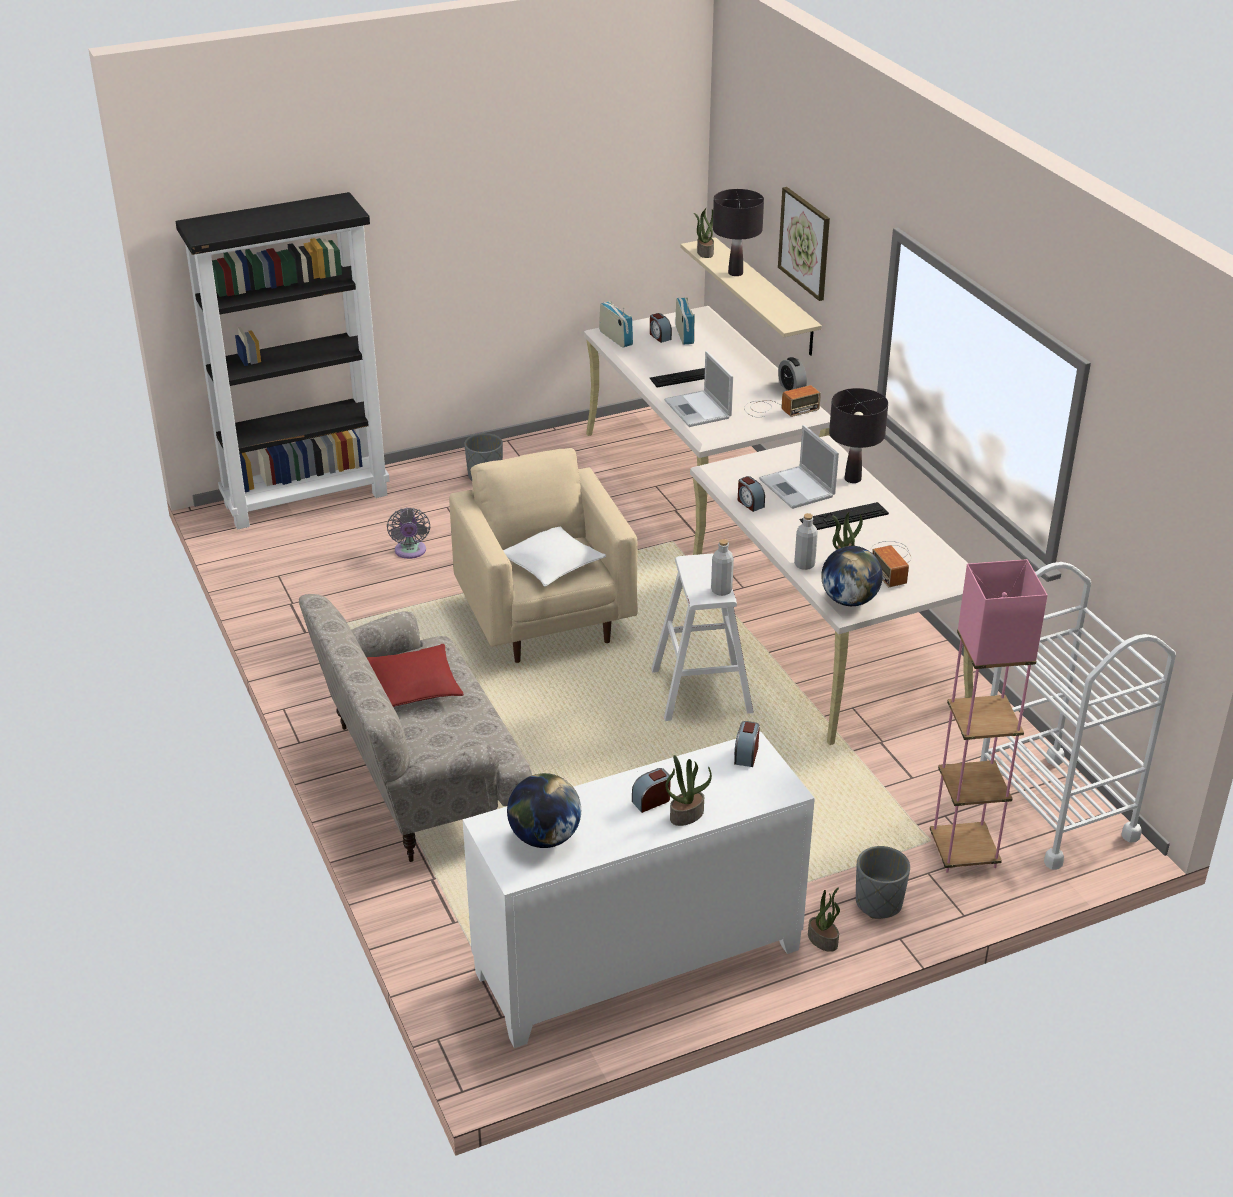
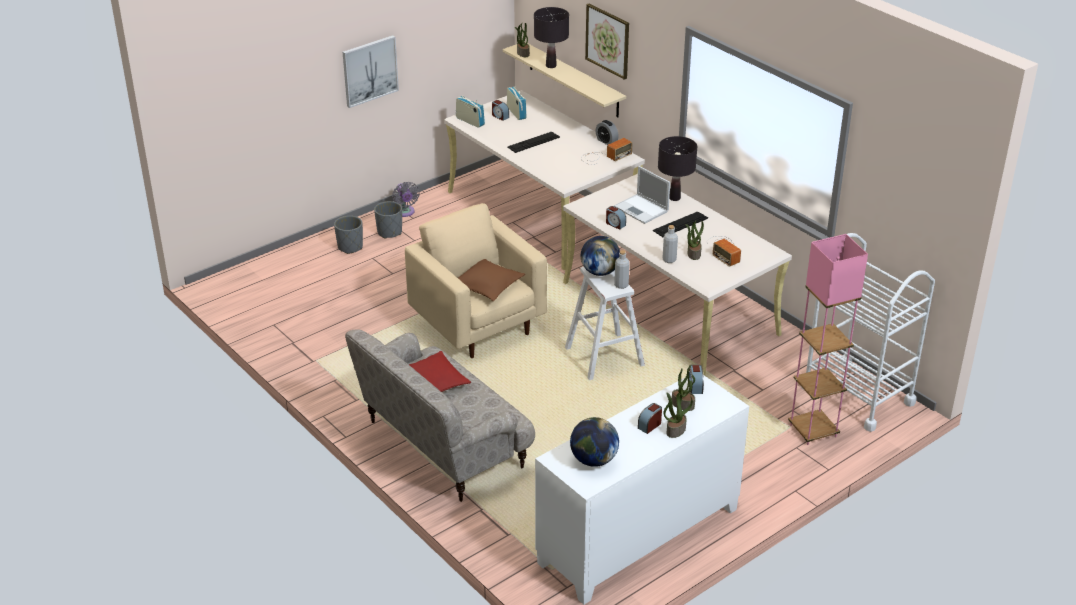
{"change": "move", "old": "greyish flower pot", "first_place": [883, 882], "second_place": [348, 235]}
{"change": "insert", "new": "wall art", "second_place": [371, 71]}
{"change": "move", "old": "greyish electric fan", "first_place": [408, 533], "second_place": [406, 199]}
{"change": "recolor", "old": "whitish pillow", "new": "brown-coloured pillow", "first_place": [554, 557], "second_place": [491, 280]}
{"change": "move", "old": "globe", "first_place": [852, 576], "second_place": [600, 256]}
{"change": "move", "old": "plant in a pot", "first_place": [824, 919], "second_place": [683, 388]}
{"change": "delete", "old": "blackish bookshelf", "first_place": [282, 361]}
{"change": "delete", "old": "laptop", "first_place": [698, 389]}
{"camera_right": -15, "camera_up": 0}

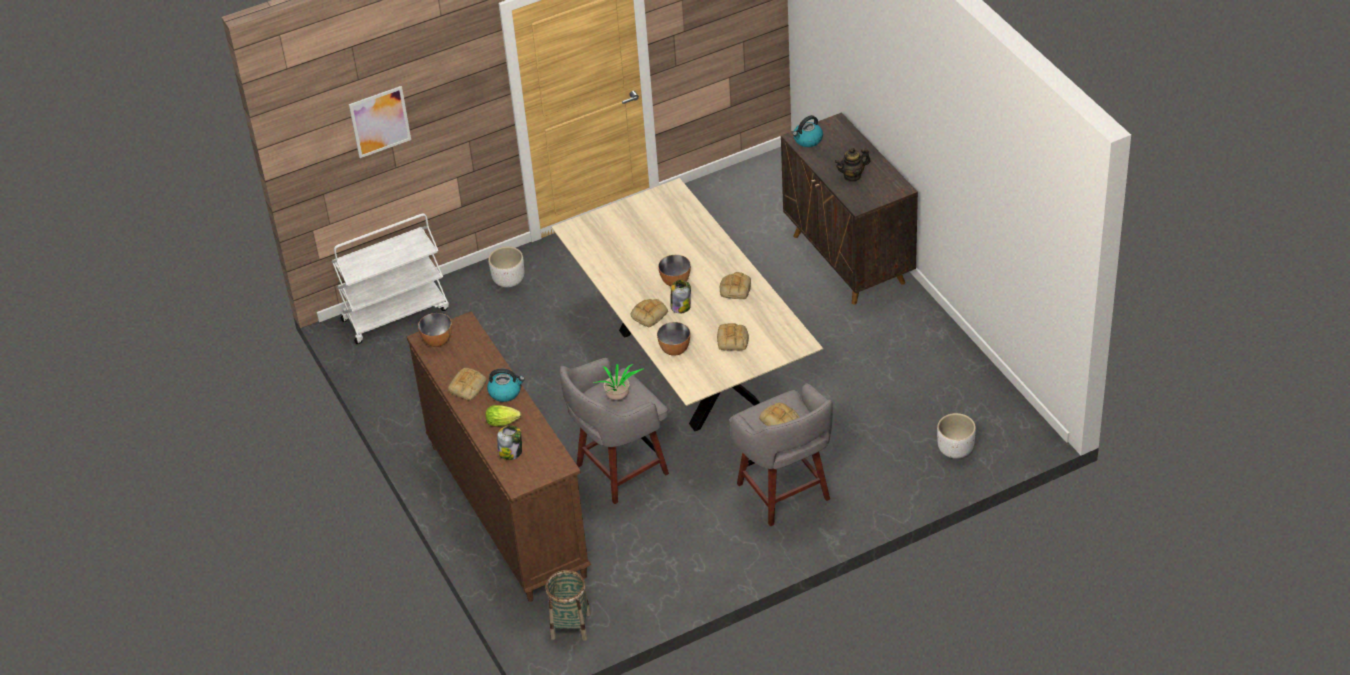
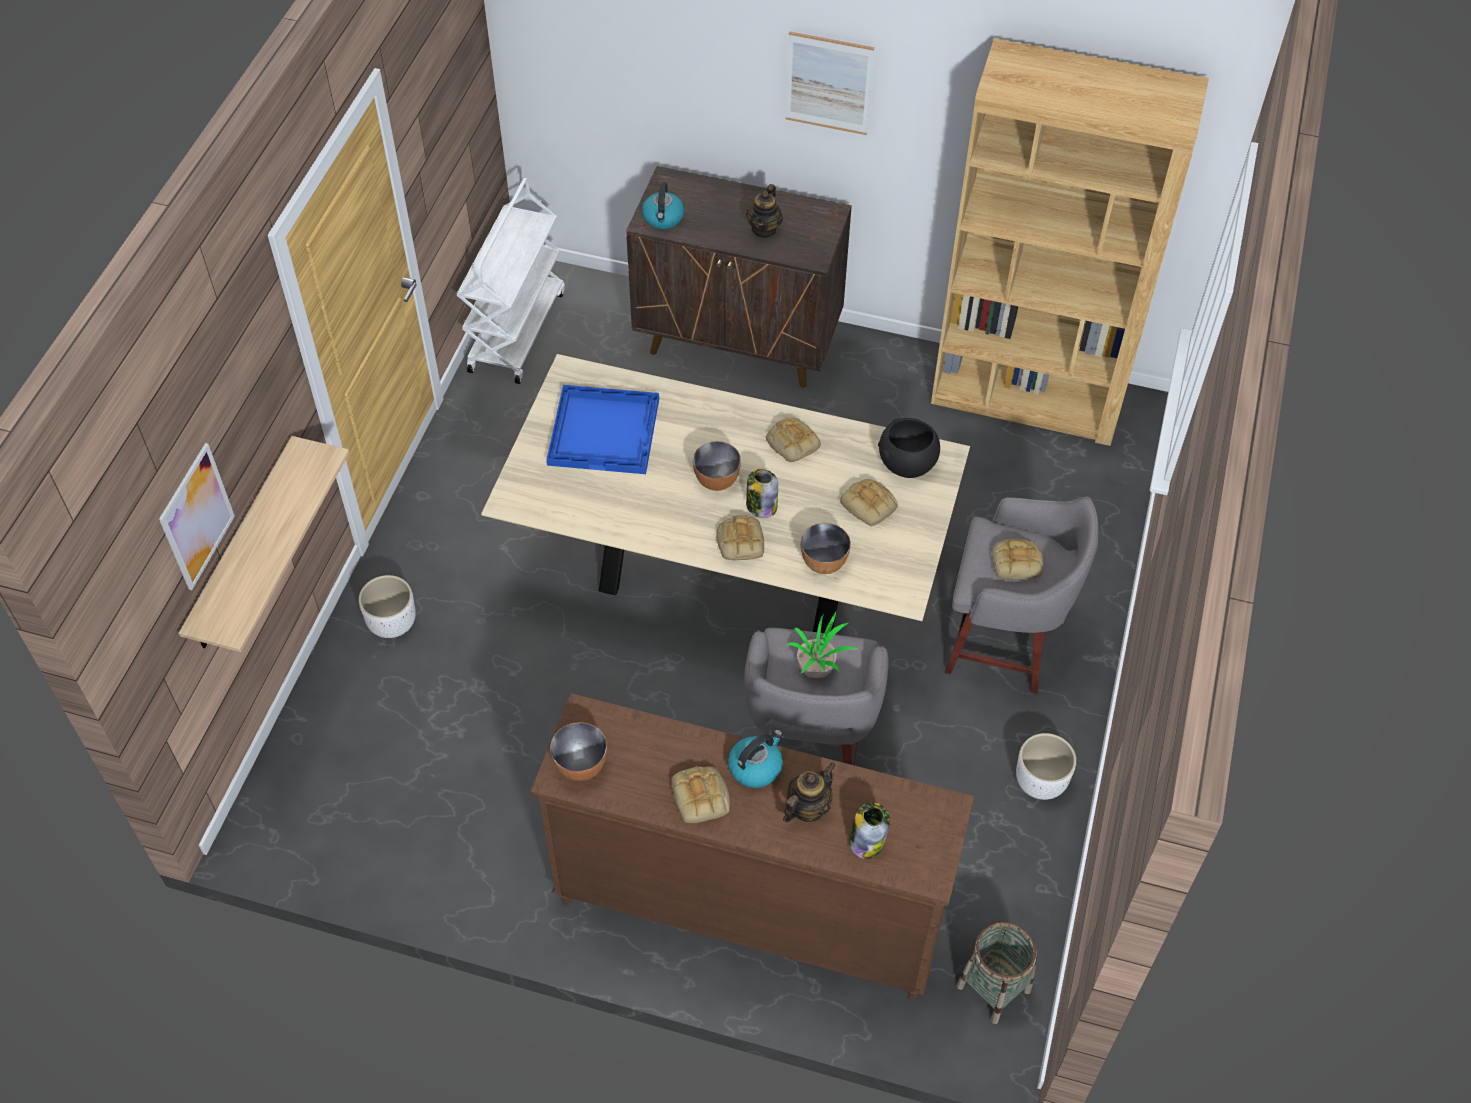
{"change": "insert", "new": "wall shelf", "second_place": [264, 544]}
{"change": "move", "old": "whitish cart", "first_place": [390, 278], "second_place": [511, 281]}
{"change": "insert", "new": "blue-coloured tray", "second_place": [602, 429]}
{"change": "replace", "old": "lettuce", "new": "tea pot", "first_place": [503, 415], "second_place": [809, 792]}
{"change": "insert", "new": "wall art", "second_place": [829, 83]}
{"change": "insert", "new": "blackish serving bowl", "second_place": [909, 448]}
{"change": "insert", "new": "brown-coloured bookshelf", "second_place": [1070, 242]}
{"change": "move", "old": "whitish flower pot", "first_place": [956, 436], "second_place": [1046, 766]}
{"camera_right": -50, "camera_up": 10}

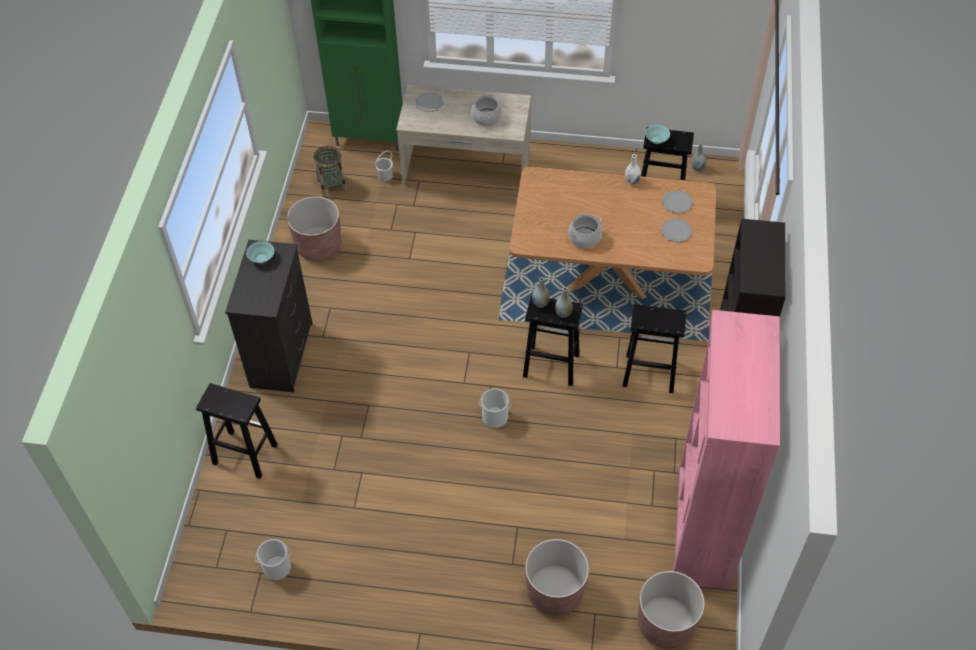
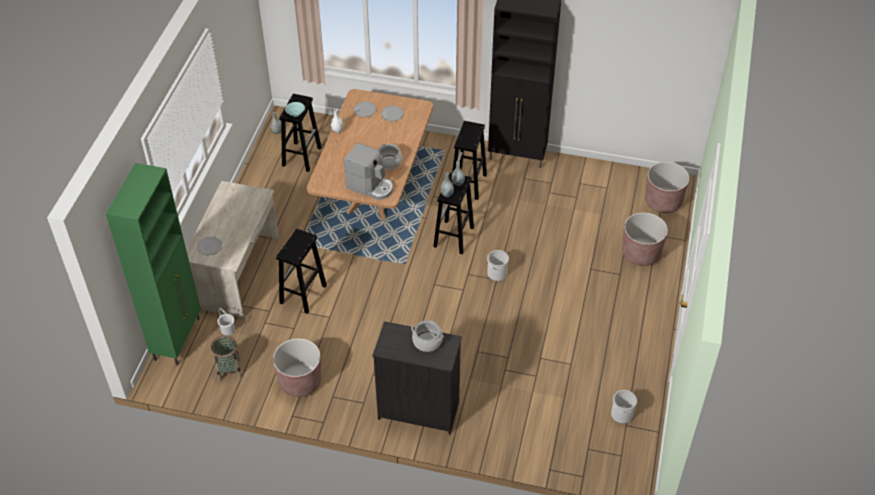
{"change": "move", "old": "blackish sitting stool", "first_place": [237, 431], "second_place": [301, 271]}
{"change": "insert", "new": "coffee machine", "second_place": [368, 171]}
{"change": "move", "old": "stockpot", "first_place": [486, 110], "second_place": [427, 336]}
{"change": "delete", "old": "turquoise-coloured serving bowl", "first_place": [260, 252]}
{"change": "delete", "old": "pink-coloured bookshelf", "first_place": [726, 450]}
{"camera_right": -85, "camera_up": -5}

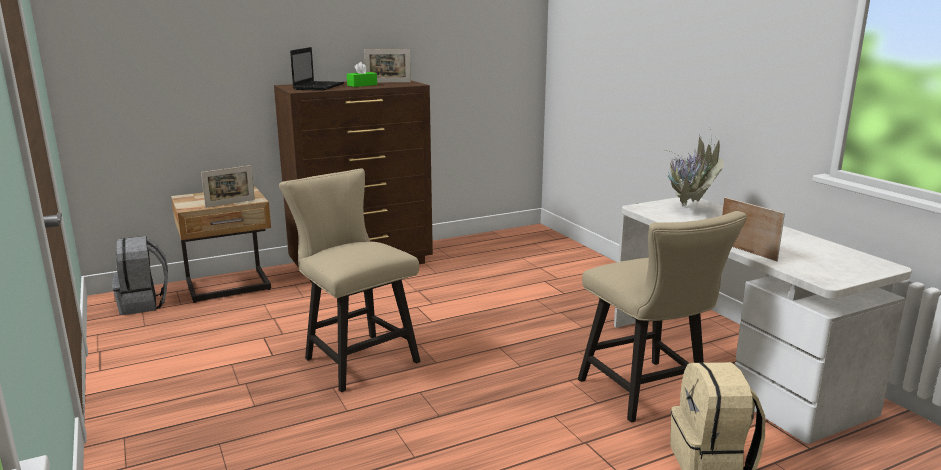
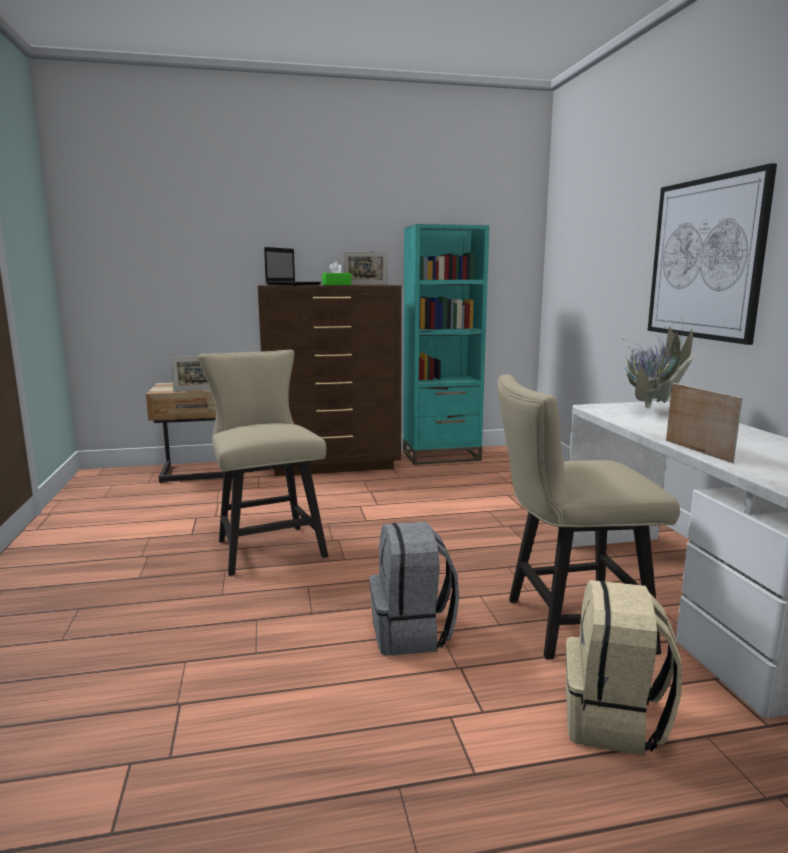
{"change": "move", "old": "greyish rucksack", "first_place": [140, 275], "second_place": [414, 589]}
{"change": "insert", "new": "turquoise-coloured bookshelf", "second_place": [446, 344]}
{"change": "rotate", "old": "sand-coloured upright chair", "first_place": [662, 317], "second_place": [588, 516], "degrees": 90}
{"change": "insert", "new": "wall art", "second_place": [712, 254]}
{"camera_right": 15, "camera_up": -5}

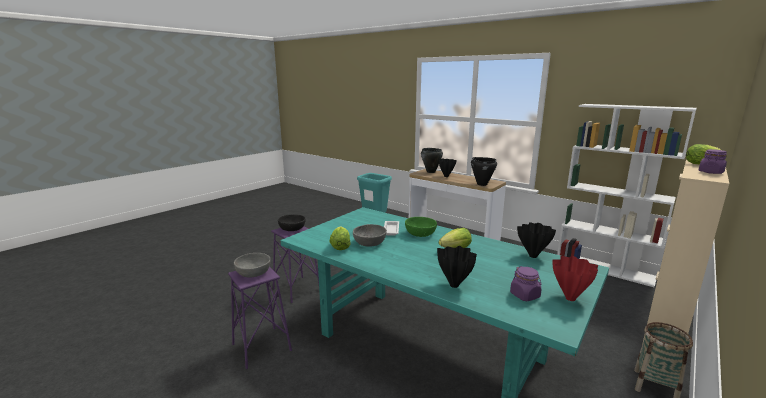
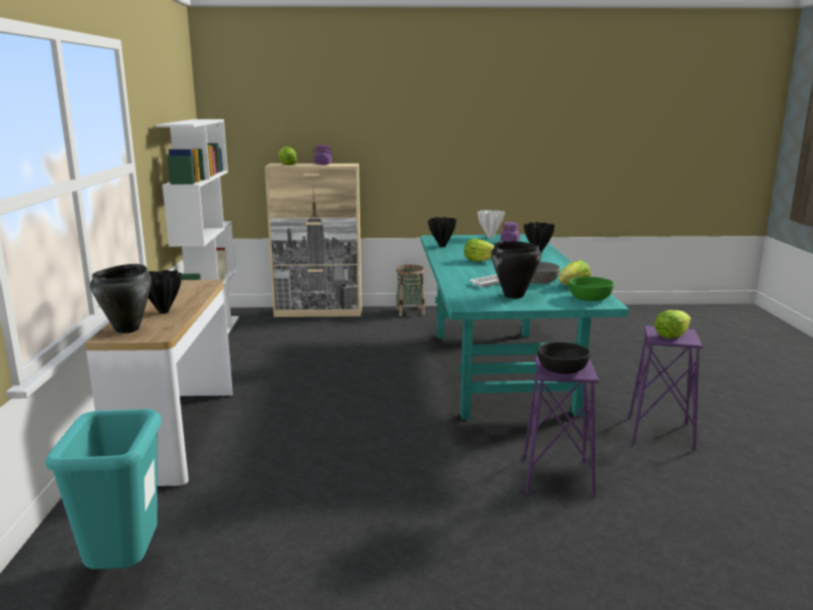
{"change": "recolor", "old": "red vase", "new": "whitish vase", "first_place": [575, 278], "second_place": [491, 224]}
{"change": "move", "old": "blackish stockpot", "first_place": [484, 171], "second_place": [516, 270]}
{"change": "move", "old": "greenish serving bowl", "first_place": [421, 227], "second_place": [591, 289]}
{"change": "replace", "old": "greyish serving bowl", "new": "lettuce", "first_place": [252, 265], "second_place": [672, 324]}
{"camera_right": -130, "camera_up": 0}

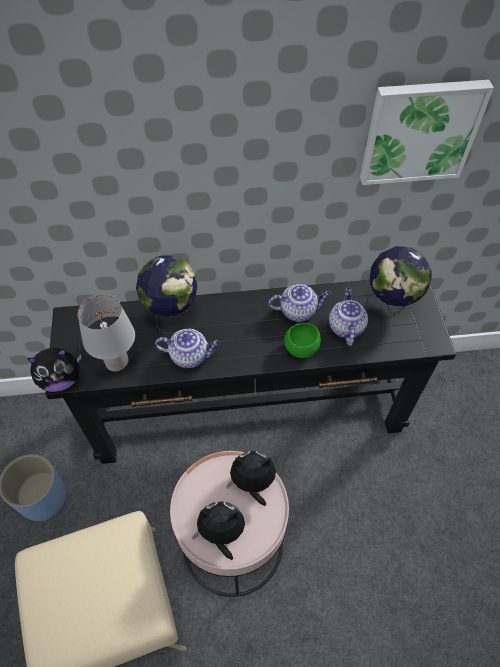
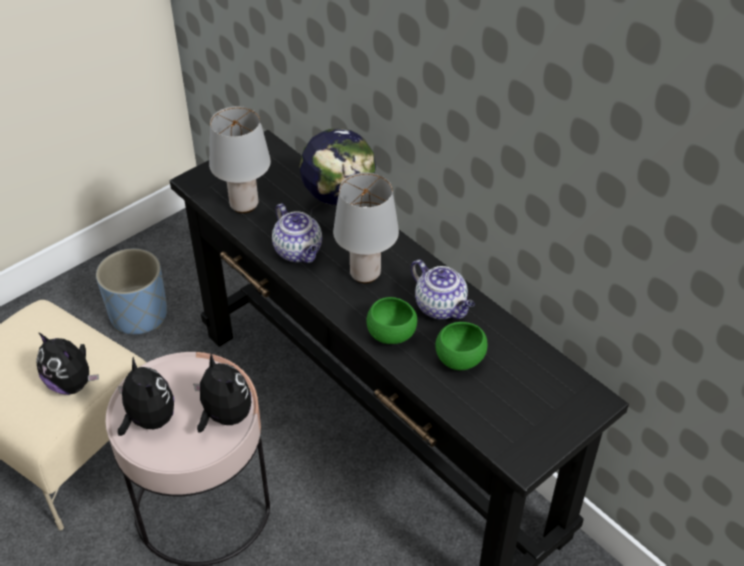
{"change": "move", "old": "cuddly toy", "first_place": [54, 370], "second_place": [67, 363]}
{"change": "insert", "new": "greyish tabletop lamp", "second_place": [366, 227]}
{"change": "replace", "old": "tea pot", "new": "greenish serving bowl", "first_place": [348, 316], "second_place": [461, 346]}
{"change": "delete", "old": "wall art", "first_place": [427, 132]}
{"change": "delete", "old": "globe", "first_place": [399, 280]}
{"camera_right": 55, "camera_up": -10}

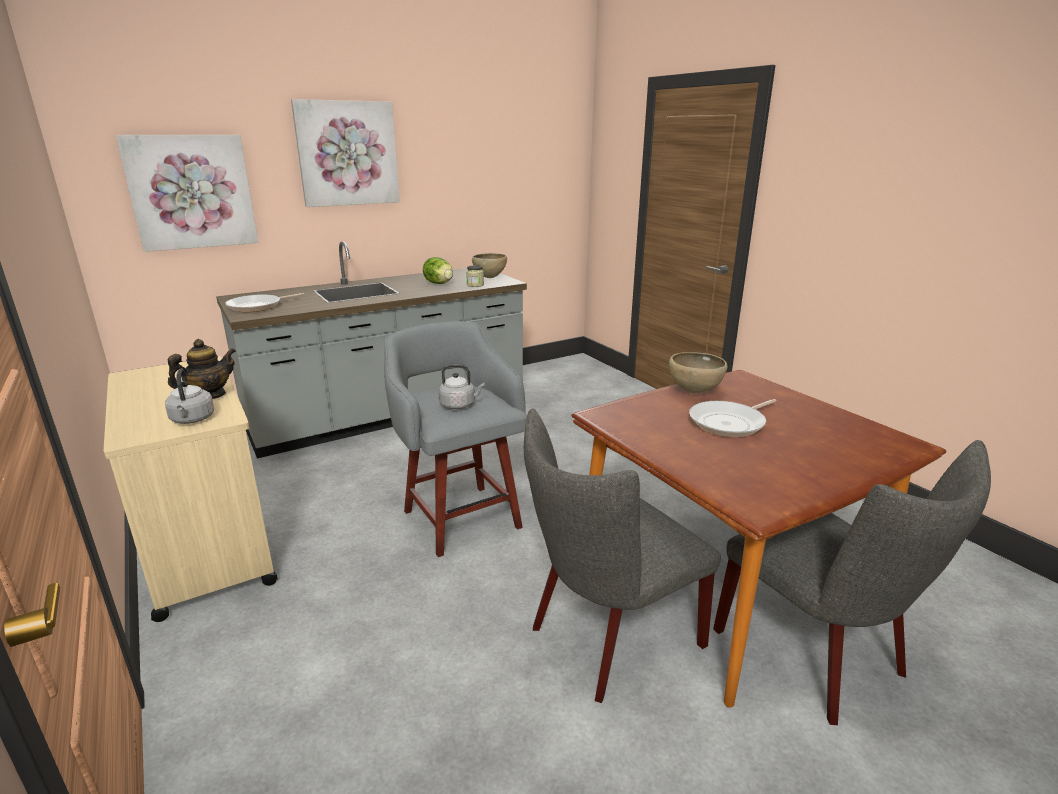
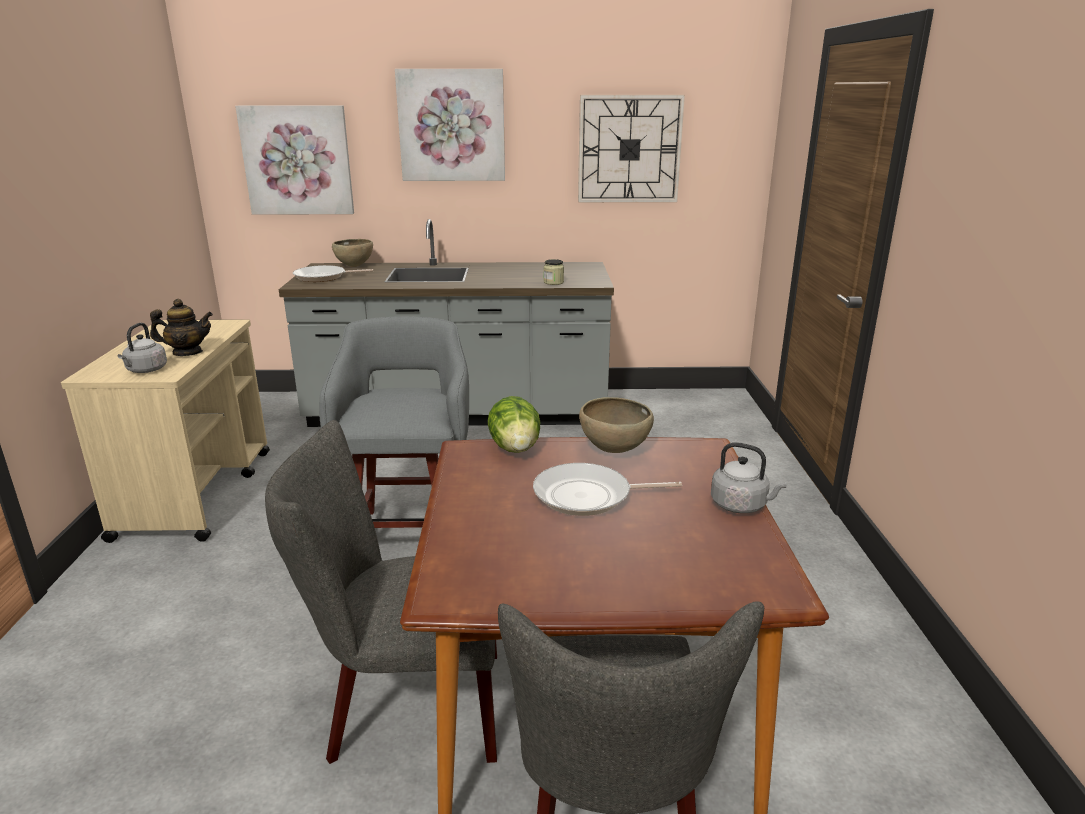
{"change": "move", "old": "brown-coloured serving bowl", "first_place": [489, 265], "second_place": [352, 253]}
{"change": "move", "old": "lettuce", "first_place": [438, 270], "second_place": [514, 424]}
{"change": "insert", "new": "wall clock", "second_place": [631, 149]}
{"change": "move", "old": "greyish tea kettle", "first_place": [461, 386], "second_place": [749, 478]}
{"camera_right": 30, "camera_up": 0}

